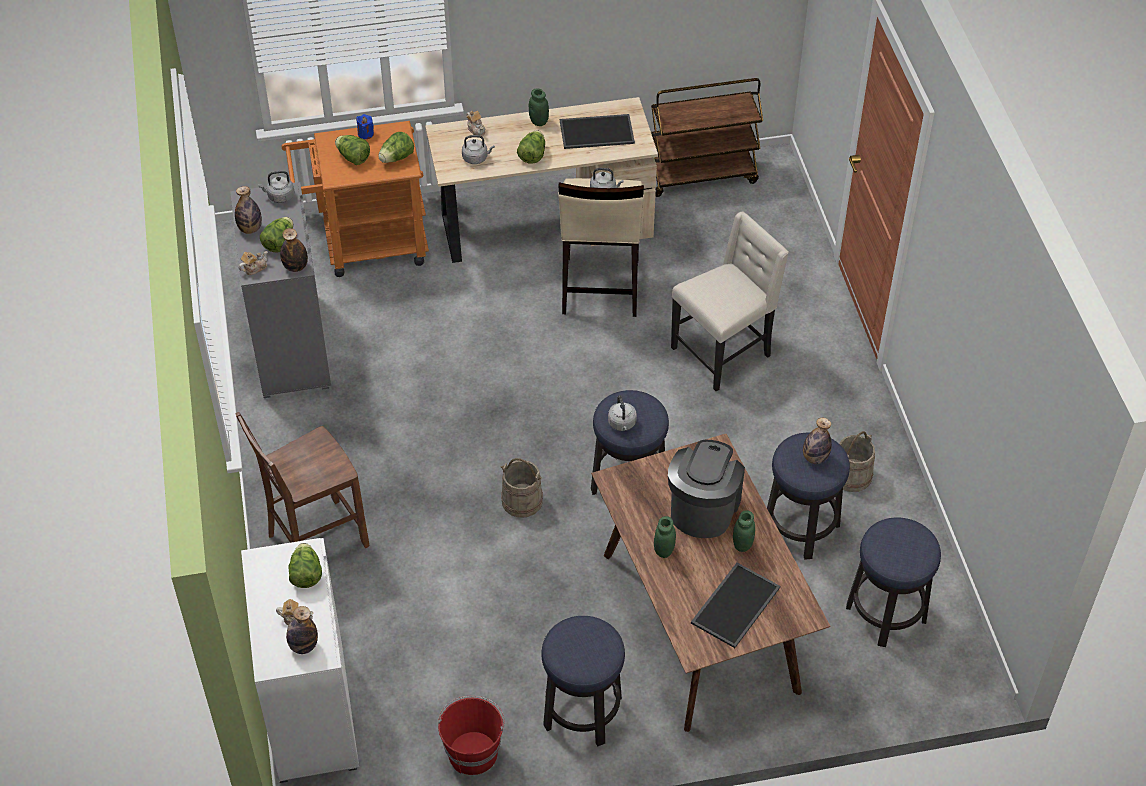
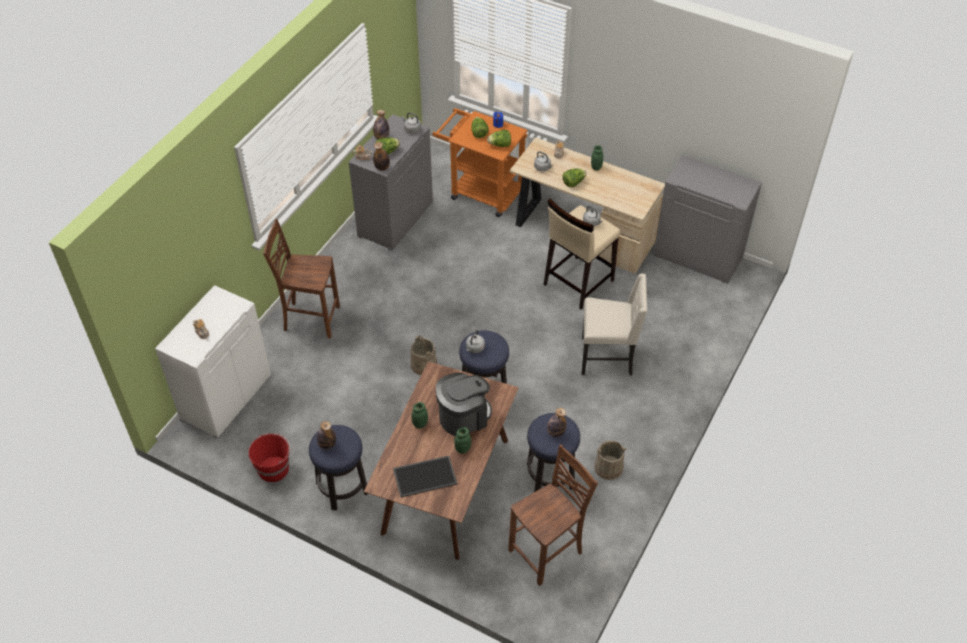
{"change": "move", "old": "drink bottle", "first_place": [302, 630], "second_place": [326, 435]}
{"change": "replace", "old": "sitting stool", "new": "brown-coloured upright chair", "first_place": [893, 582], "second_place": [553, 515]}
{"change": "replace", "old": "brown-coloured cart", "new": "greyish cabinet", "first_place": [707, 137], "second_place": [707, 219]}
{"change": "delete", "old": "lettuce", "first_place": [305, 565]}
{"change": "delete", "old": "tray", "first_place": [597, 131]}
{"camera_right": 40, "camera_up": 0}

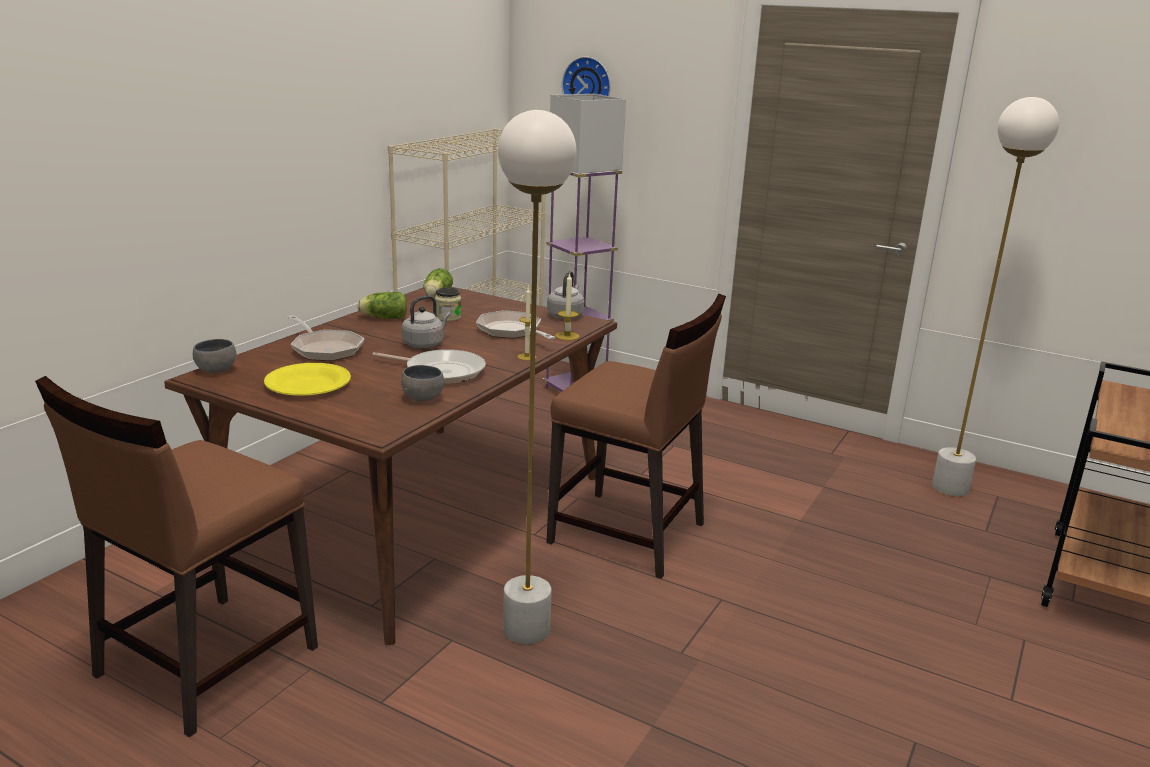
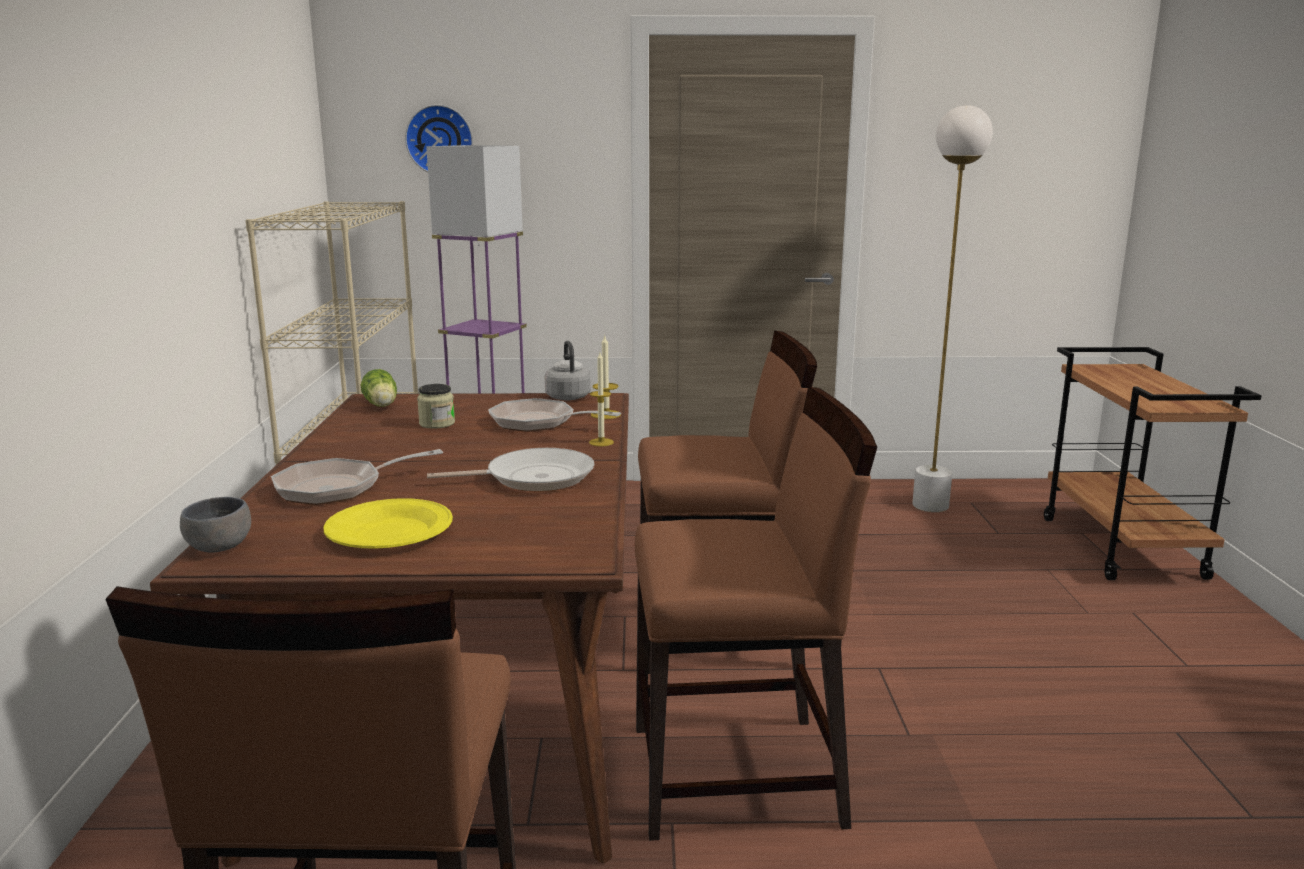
{"change": "rotate", "old": "pan", "first_place": [325, 338], "second_place": [357, 477], "degrees": 135}
{"change": "replace", "old": "whitish floor lamp", "new": "brown-coloured upright chair", "first_place": [537, 377], "second_place": [756, 614]}
{"change": "delete", "old": "lettuce", "first_place": [382, 305]}
{"change": "delete", "old": "greyish serving bowl", "first_place": [422, 383]}
{"change": "delete", "old": "greyish tea kettle", "first_place": [426, 321]}
{"camera_right": -30, "camera_up": -5}

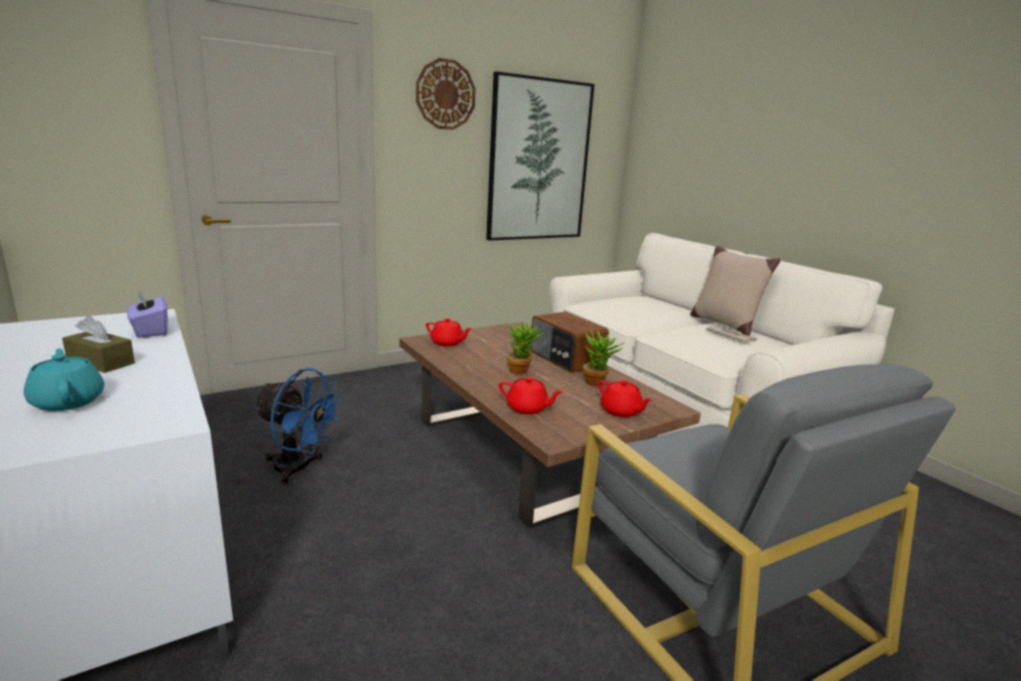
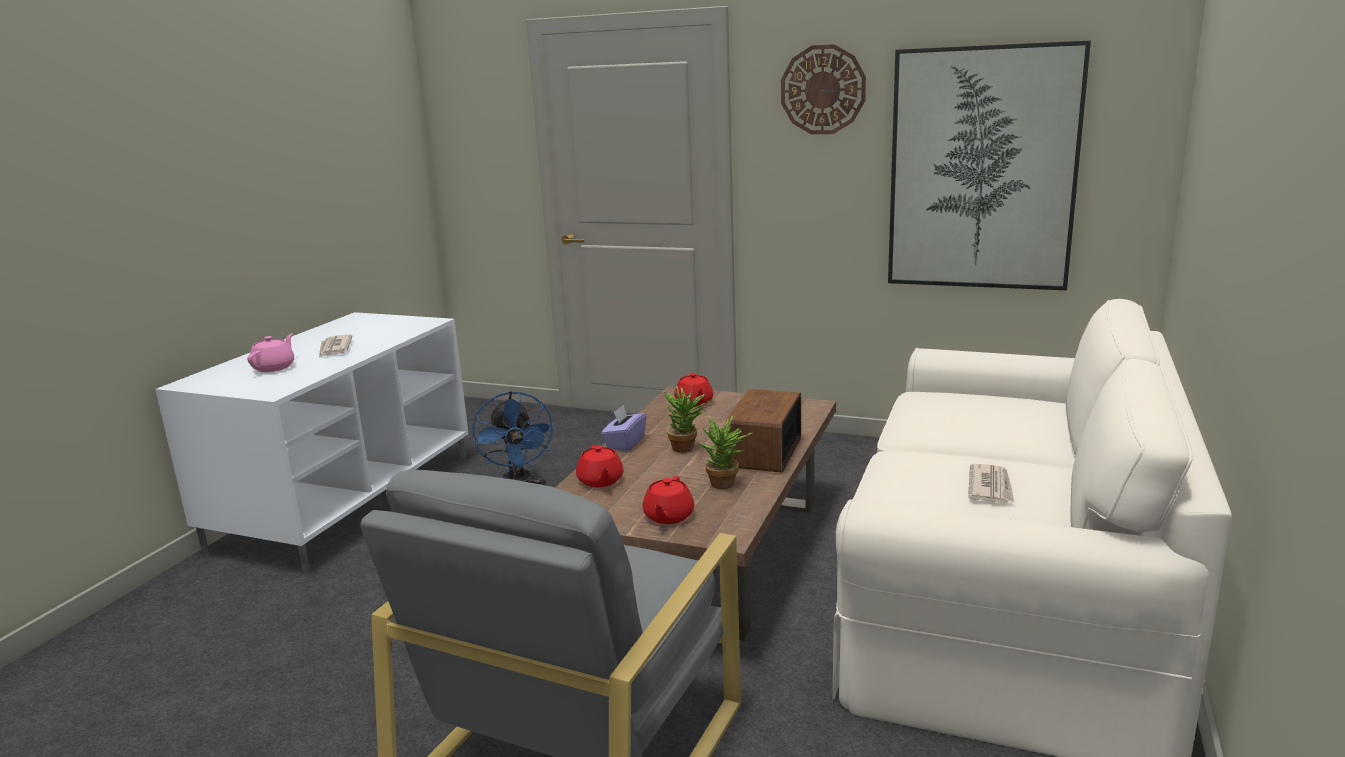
{"change": "recolor", "old": "turquoise-coloured tea pot", "new": "pink-coloured tea pot", "first_place": [64, 379], "second_place": [270, 353]}
{"change": "replace", "old": "brown-coloured tissue holder", "new": "daily paper", "first_place": [98, 344], "second_place": [335, 346]}
{"change": "move", "old": "purple-coloured tissue holder", "first_place": [147, 314], "second_place": [624, 428]}
{"change": "delete", "old": "sand-coloured pillow", "first_place": [735, 290]}
{"camera_right": 55, "camera_up": 0}

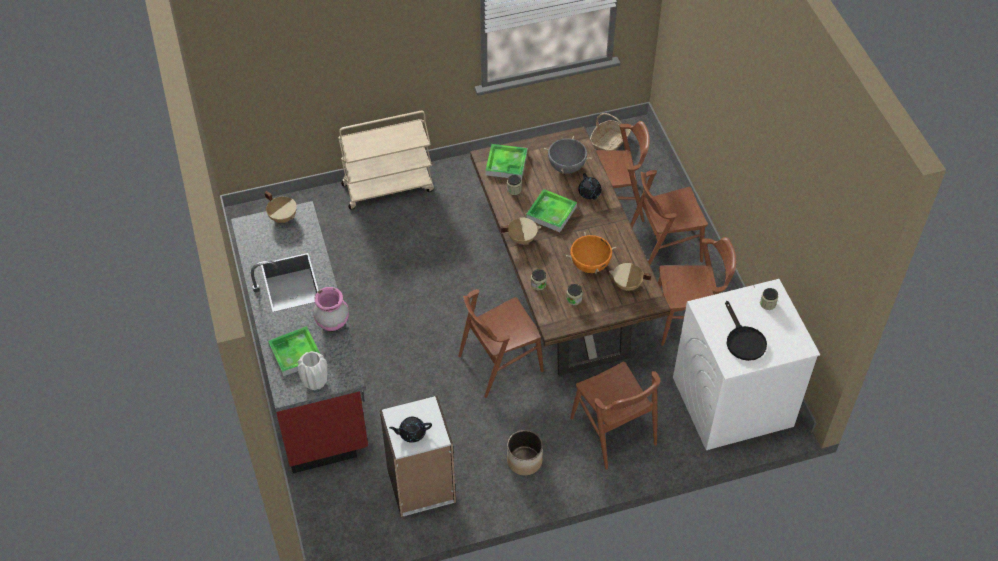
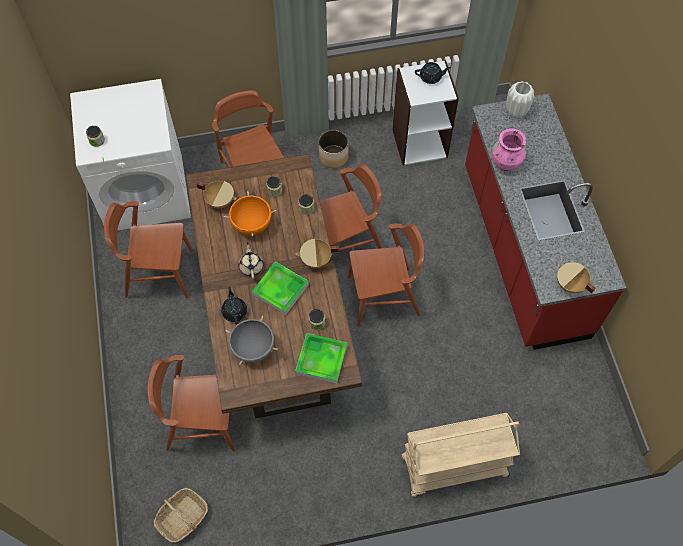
{"change": "insert", "new": "sand-coloured tea pot", "second_place": [251, 260]}
{"change": "move", "old": "brown-coloured upright chair", "first_place": [669, 217], "second_place": [386, 275]}
{"change": "delete", "old": "tray", "first_place": [294, 351]}
{"change": "delete", "old": "blackish pan", "first_place": [746, 331]}
{"camera_right": -175, "camera_up": 10}

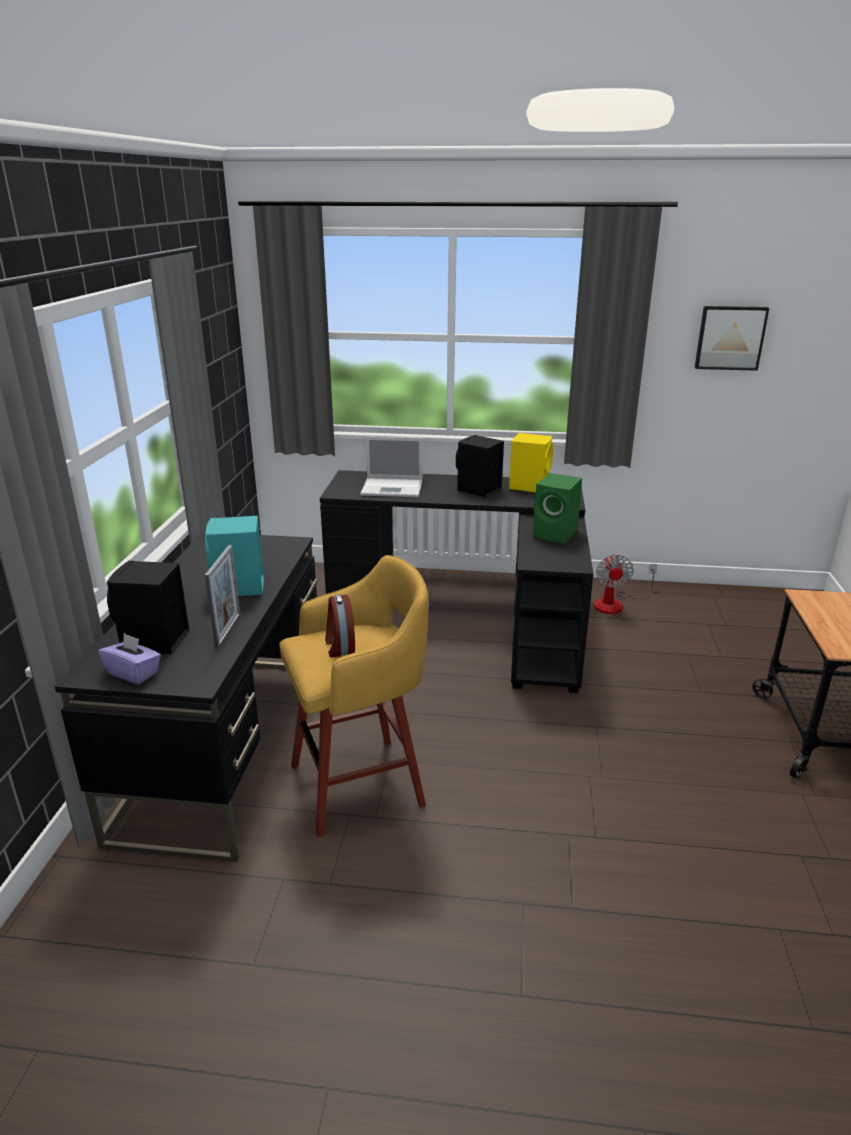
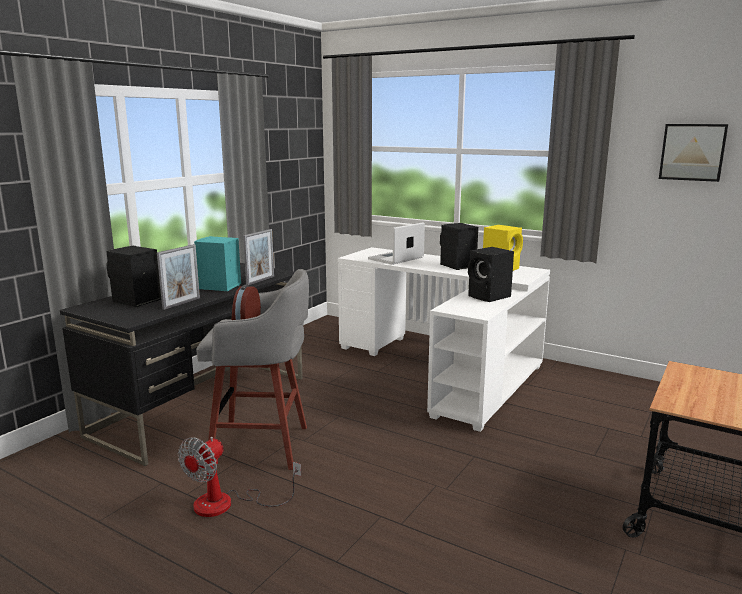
{"change": "move", "old": "electric fan", "first_place": [625, 584], "second_place": [239, 477]}
{"change": "recolor", "old": "yellow sitting stool", "new": "greyish sitting stool", "first_place": [354, 696], "second_place": [252, 369]}
{"change": "insert", "new": "photo frame", "second_place": [258, 257]}
{"change": "recolor", "old": "blackish desk table", "new": "whitish desk table", "first_place": [456, 581], "second_place": [444, 339]}
{"change": "rotate", "old": "laptop", "first_place": [391, 466], "second_place": [396, 243], "degrees": 105}
{"change": "recolor", "old": "greenish loudspeaker", "new": "blackish loudspeaker", "first_place": [557, 508], "second_place": [491, 274]}
{"change": "delete", "old": "purple-coloured tissue holder", "first_place": [129, 658]}
{"camera_right": 25, "camera_up": -10}

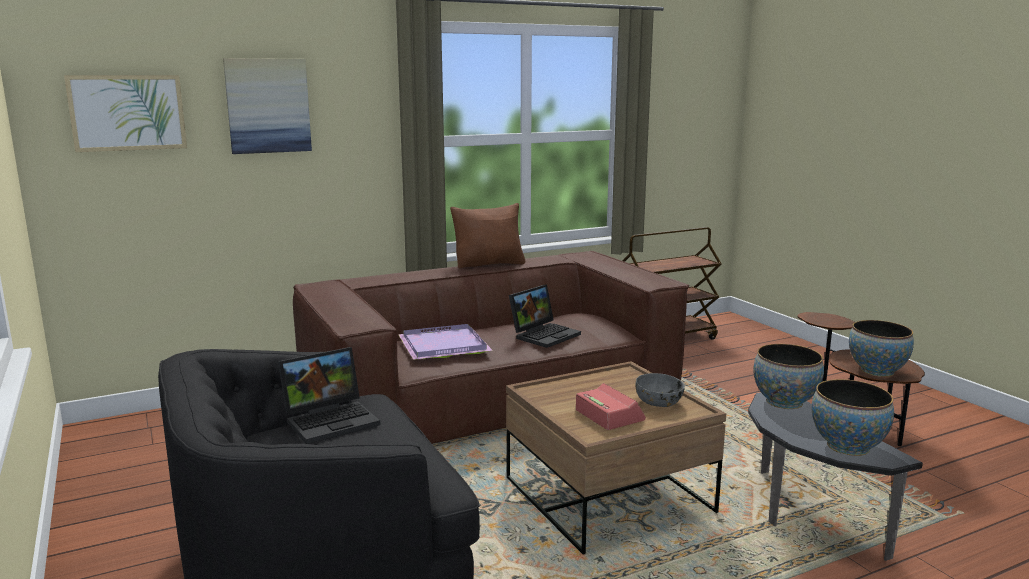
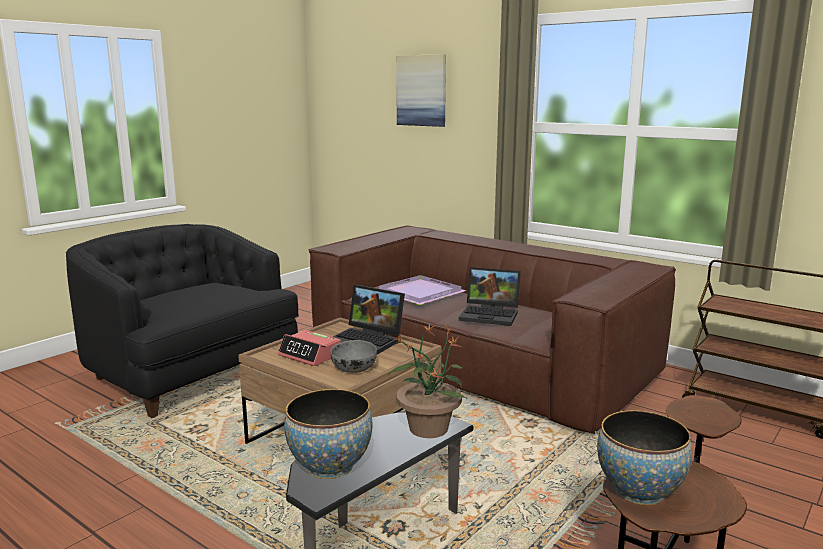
{"change": "rotate", "old": "table clock", "first_place": [611, 406], "second_place": [309, 348], "degrees": 90}
{"change": "move", "old": "laptop", "first_place": [329, 395], "second_place": [369, 320]}
{"change": "replace", "old": "serving bowl", "new": "plant in a pot", "first_place": [788, 376], "second_place": [427, 380]}
{"change": "delete", "old": "wall art", "first_place": [125, 113]}
{"change": "delete", "old": "brown-coloured pillow", "first_place": [487, 235]}
{"camera_right": 65, "camera_up": 0}

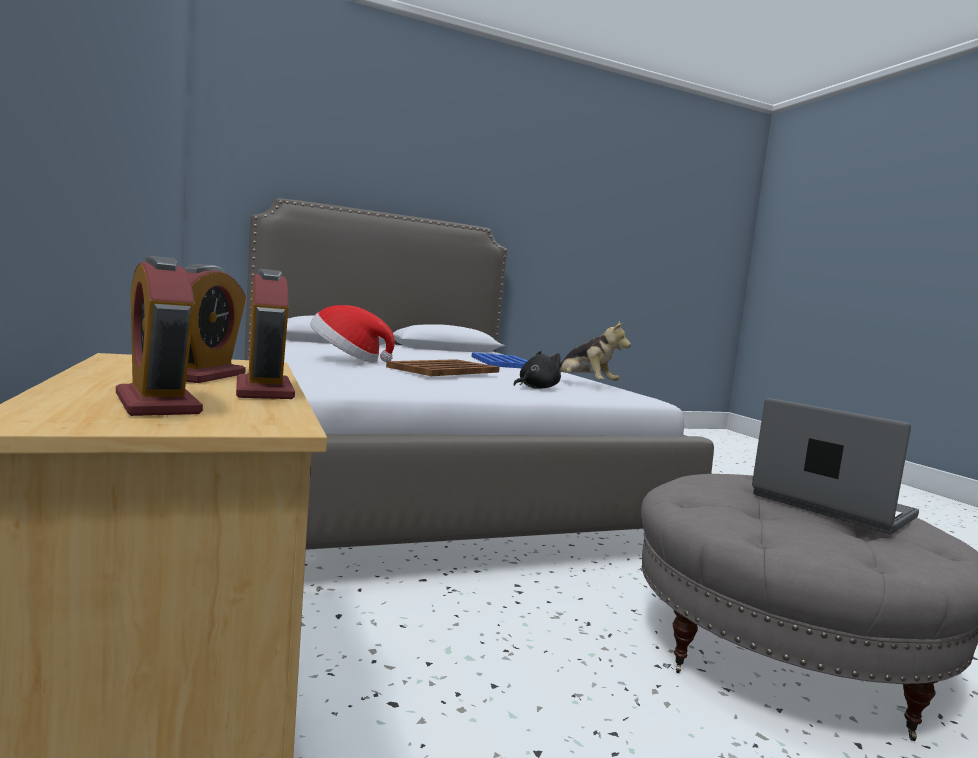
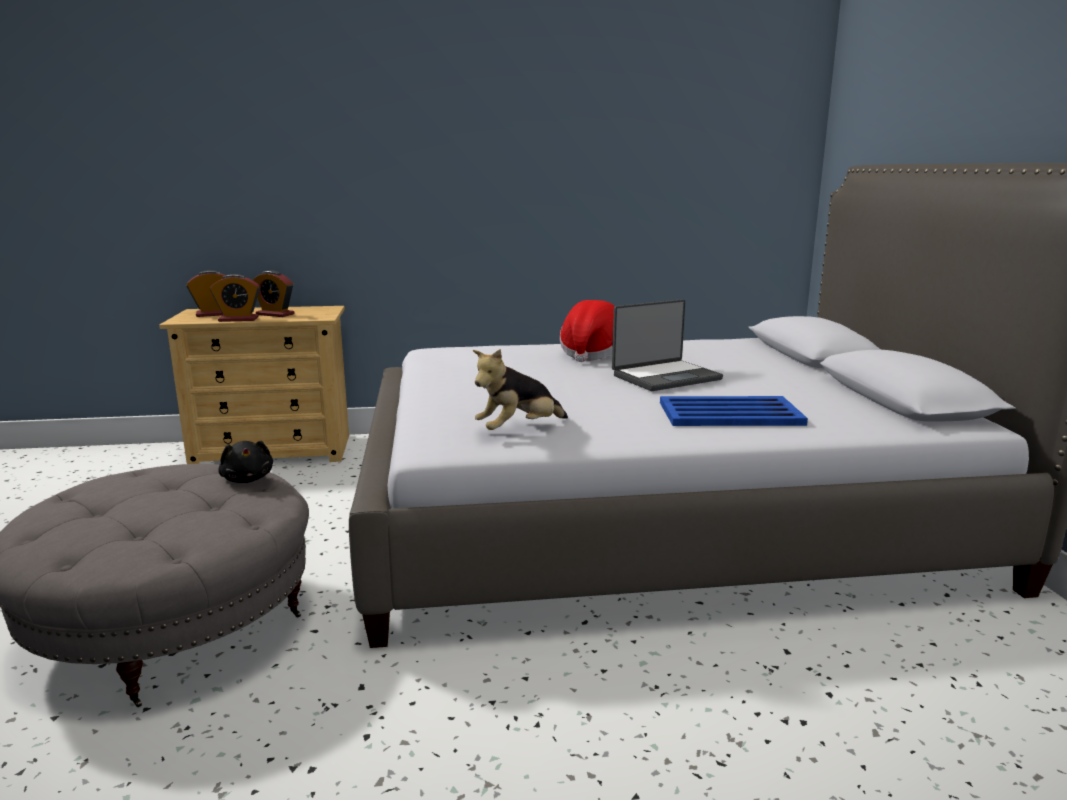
{"change": "move", "old": "blackish cuddly toy", "first_place": [537, 370], "second_place": [245, 462]}
{"change": "move", "old": "laptop", "first_place": [835, 466], "second_place": [667, 345]}
{"change": "delete", "old": "brown-coloured tray", "first_place": [443, 367]}
{"camera_right": 105, "camera_up": 10}

